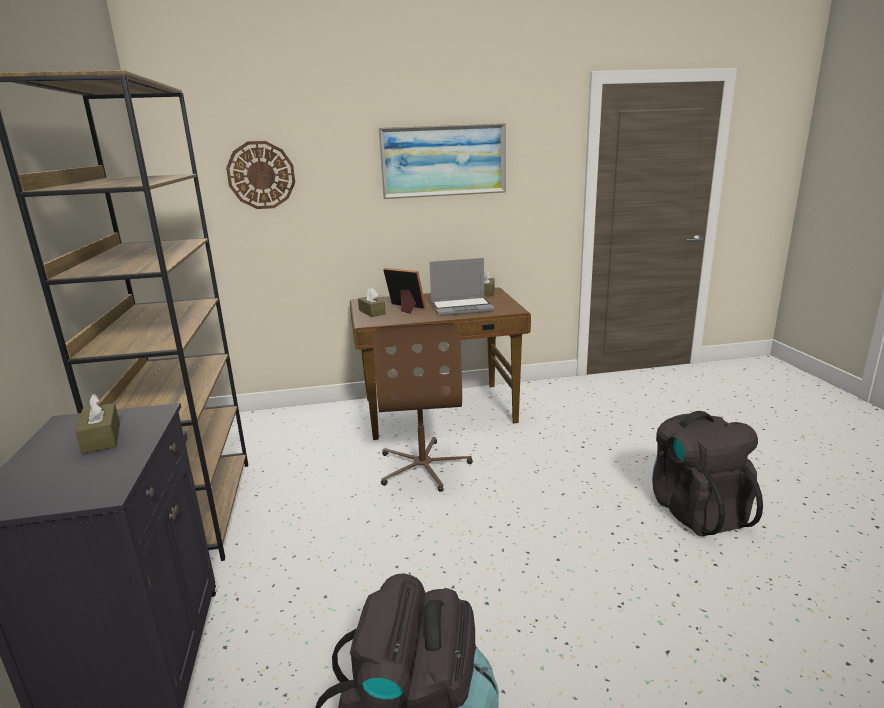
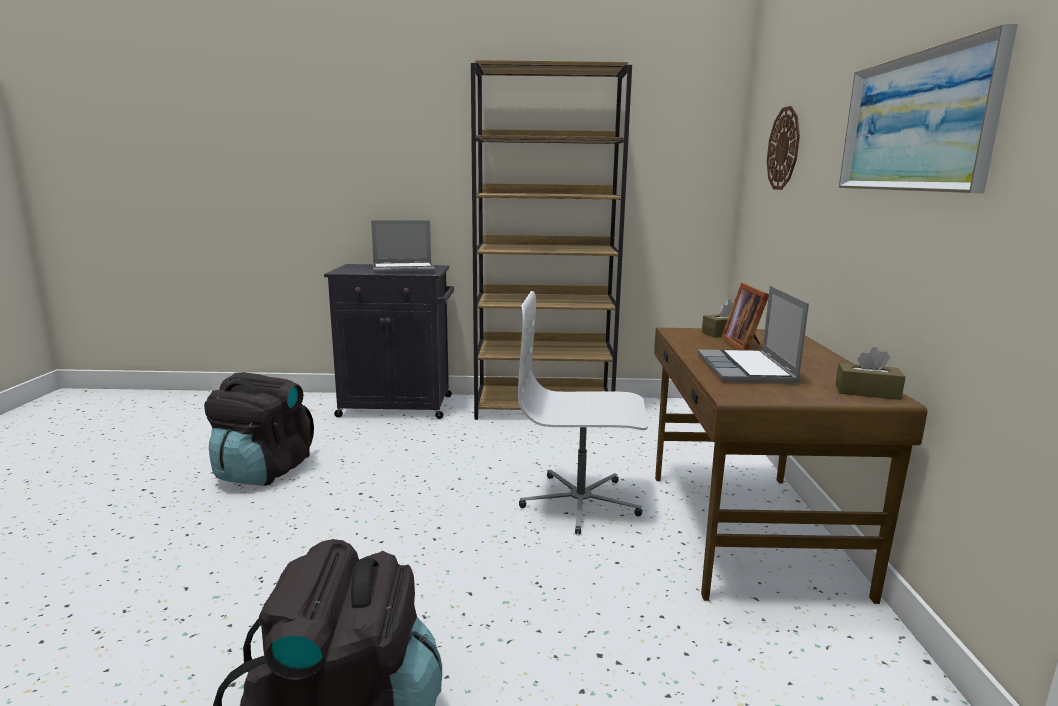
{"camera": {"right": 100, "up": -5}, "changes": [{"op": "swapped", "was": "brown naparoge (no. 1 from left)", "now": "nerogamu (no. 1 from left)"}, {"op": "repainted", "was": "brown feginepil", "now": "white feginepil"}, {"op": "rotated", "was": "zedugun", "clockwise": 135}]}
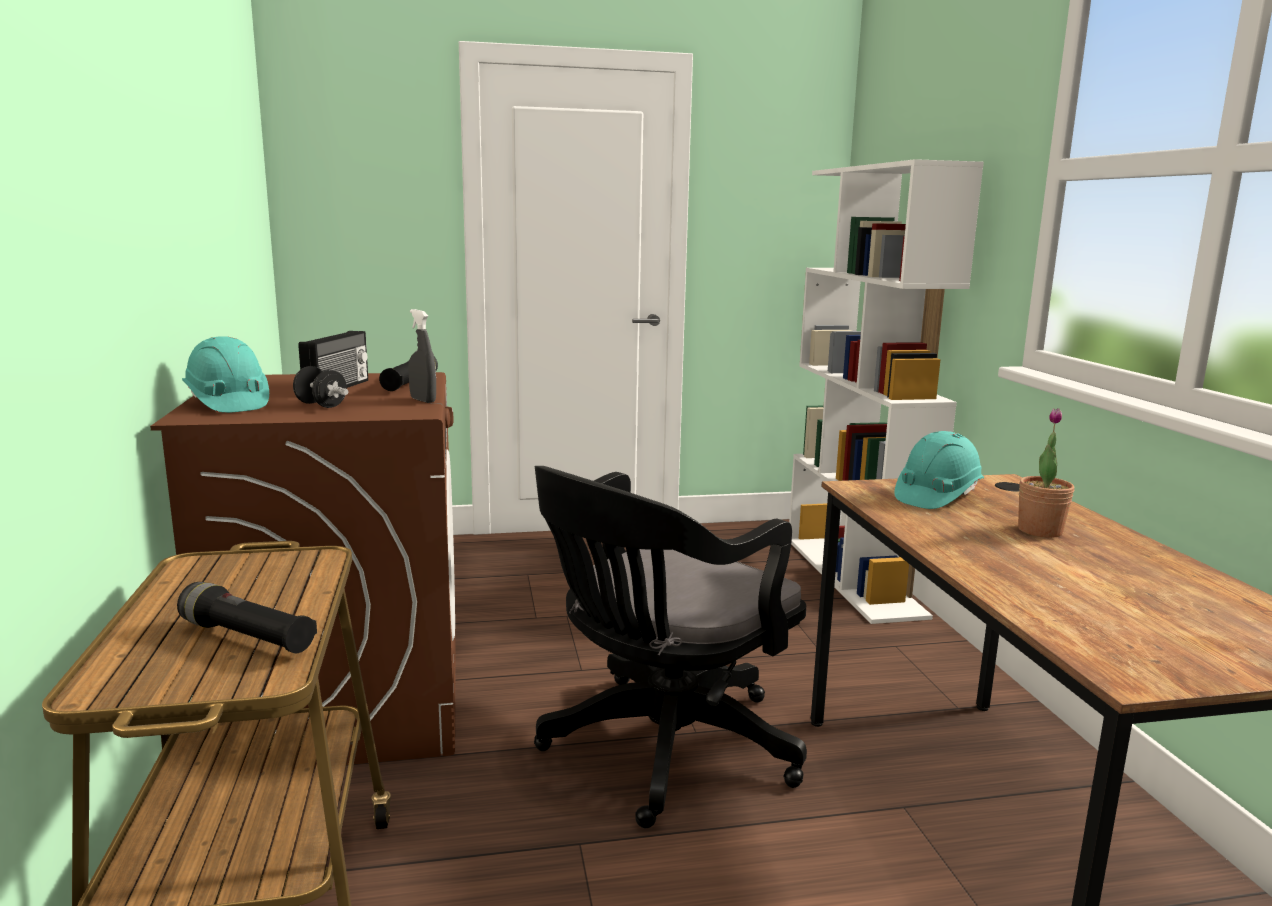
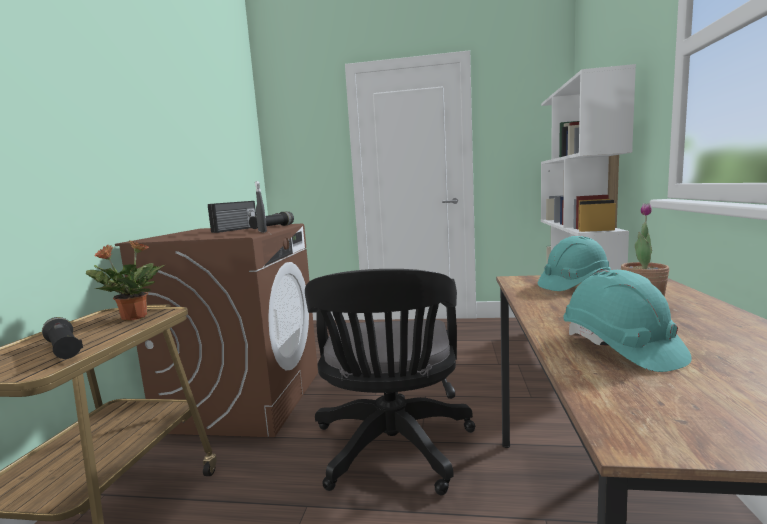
{"camera": {"right": 20, "up": -5}, "changes": [{"op": "shifted", "was": "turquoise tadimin (no. 1 from left in the first image)", "now": "turquoise tadimin (no. 2 from left)"}, {"op": "gone", "was": "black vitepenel"}, {"op": "rotated", "was": "black feginepil", "clockwise": -60}, {"op": "new", "now": "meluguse (no. 1 from left)"}]}
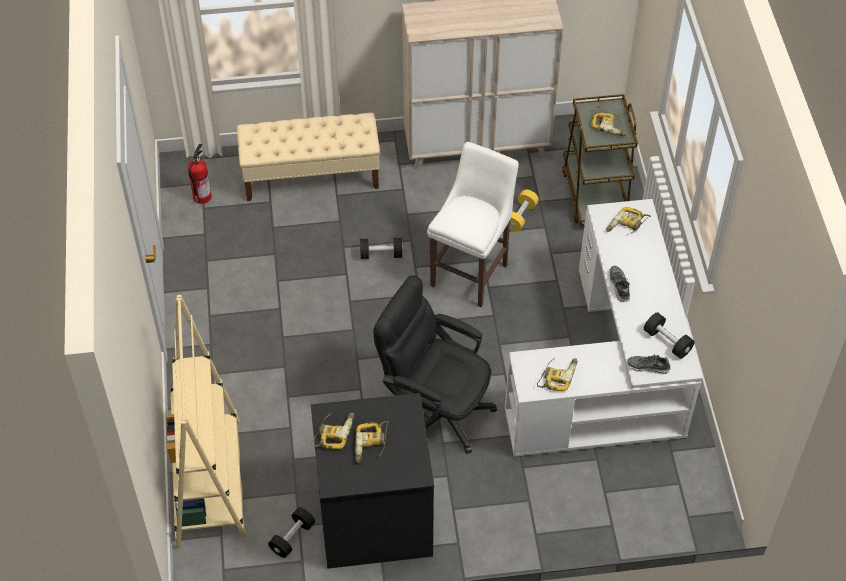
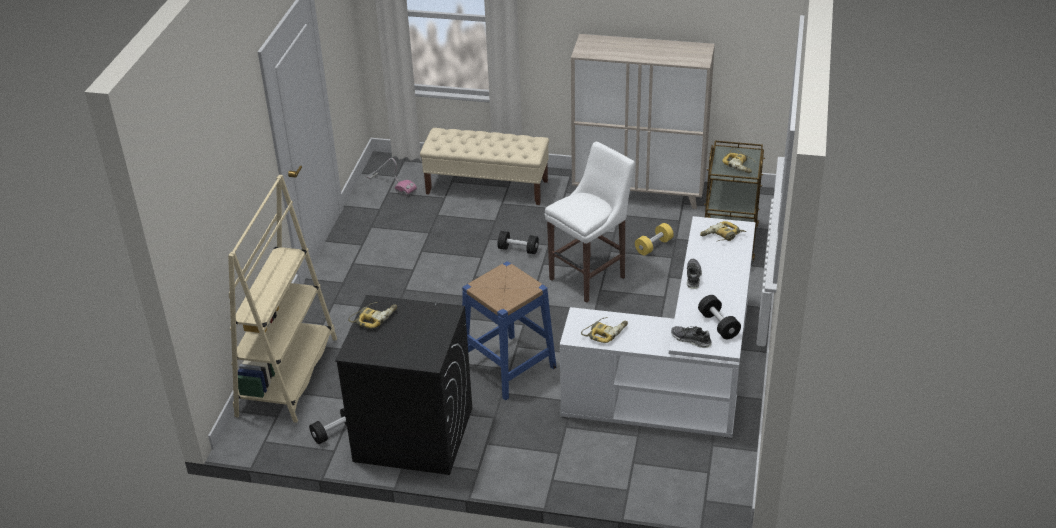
{"camera": {"right": 20, "up": -15}, "changes": [{"op": "swapped", "was": "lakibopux", "now": "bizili"}, {"op": "gone", "was": "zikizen (no. 2 from left)"}, {"op": "swapped", "was": "black feginepil", "now": "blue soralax"}]}
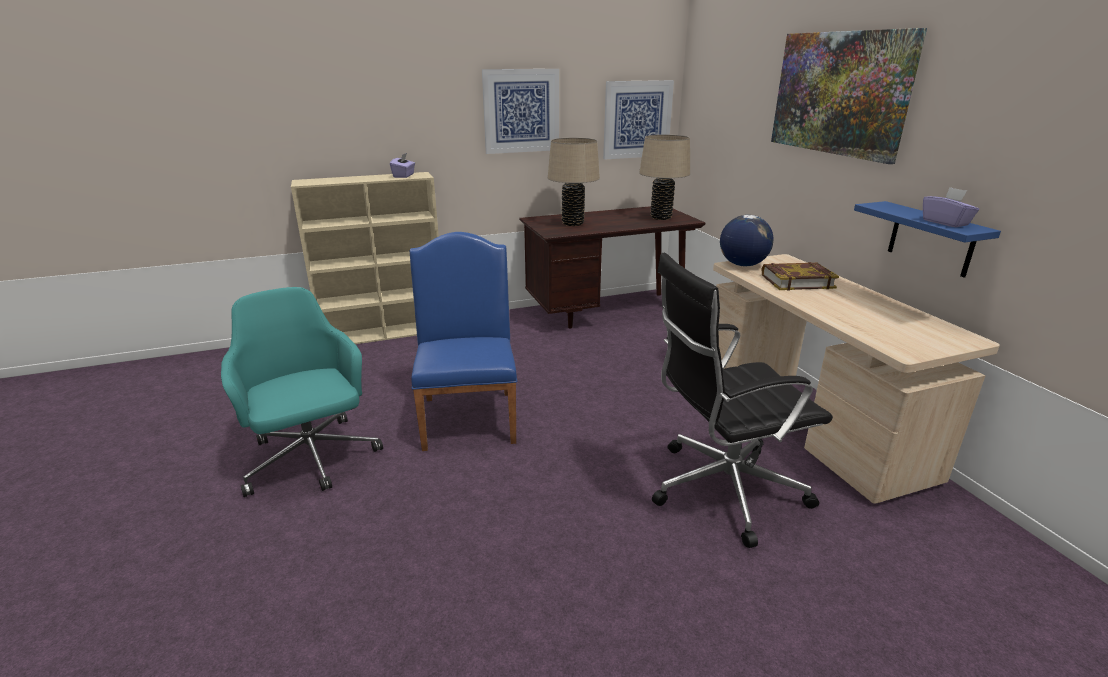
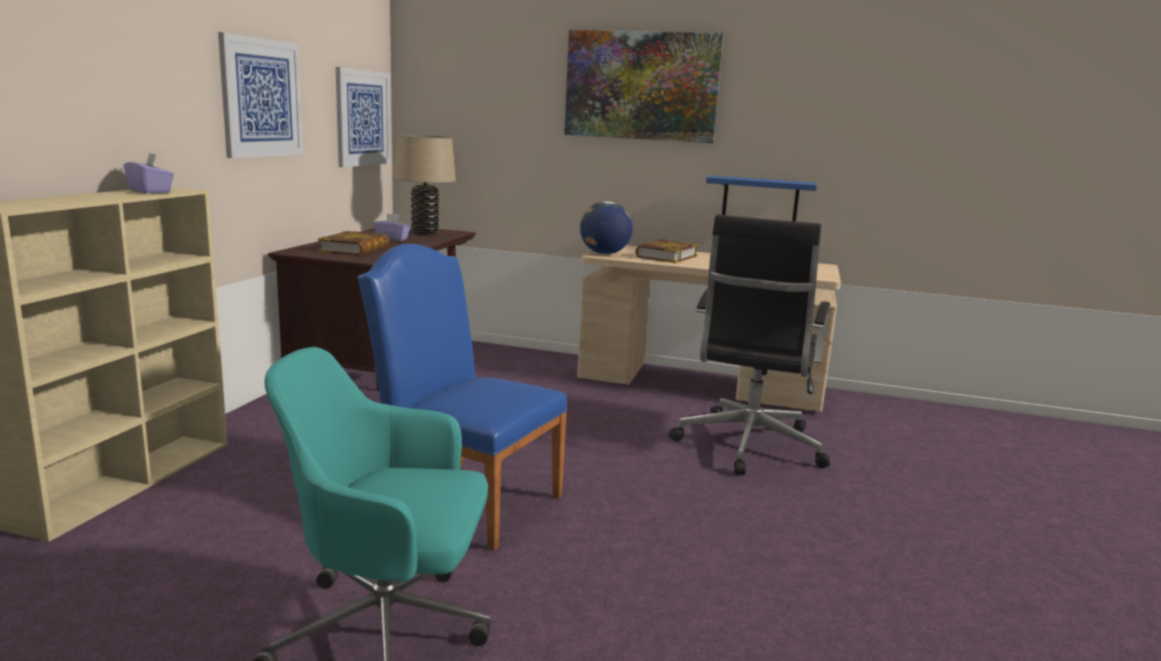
{"camera": {"right": -55, "up": -10}, "changes": [{"op": "swapped", "was": "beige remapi (no. 1 from left)", "now": "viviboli (no. 1 from left)"}, {"op": "shifted", "was": "purple naparoge (no. 2 from left)"}]}
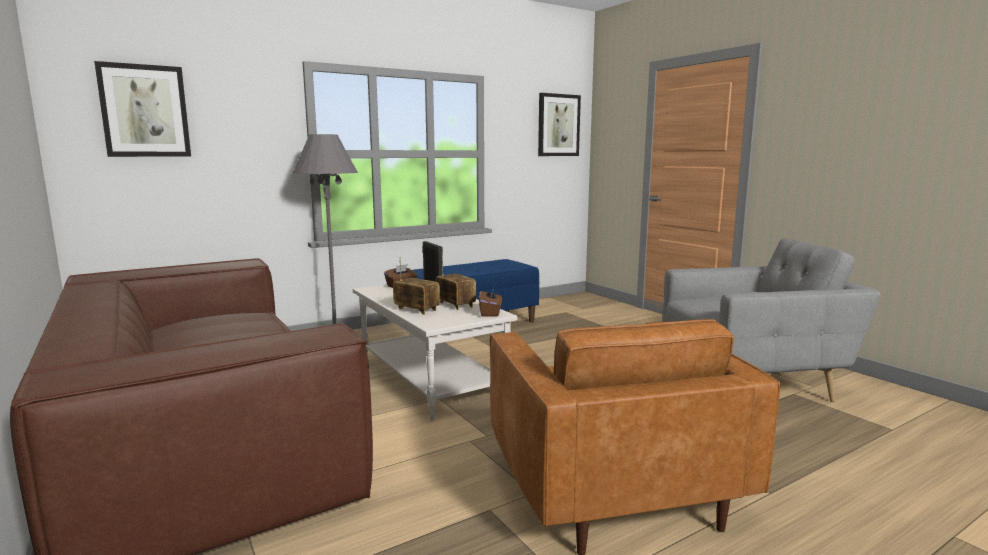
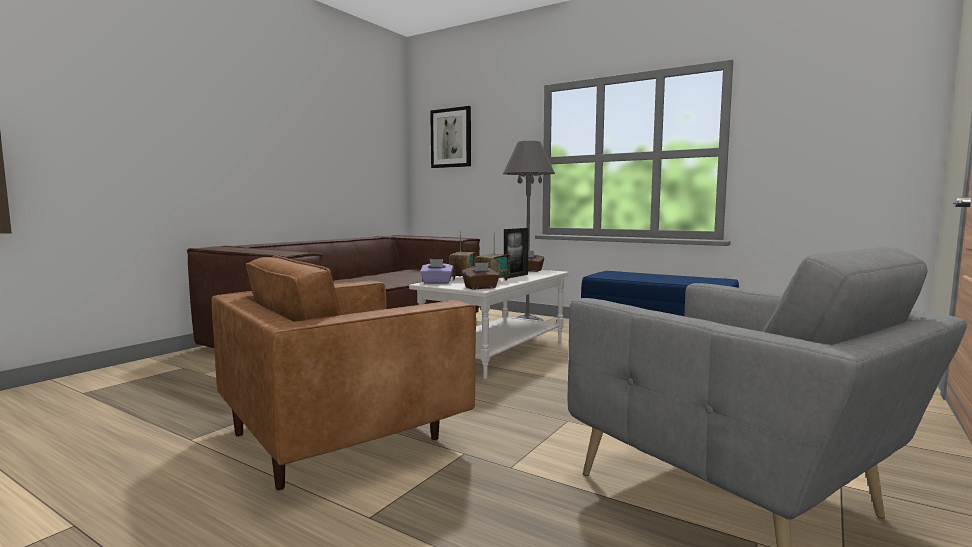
{"camera": {"right": 65, "up": -5}, "changes": [{"op": "gone", "was": "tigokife (no. 2 from left)"}, {"op": "new", "now": "purple naparoge"}]}
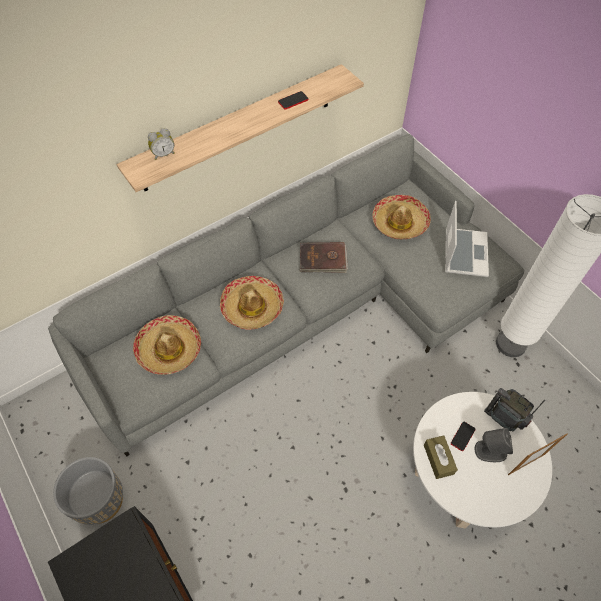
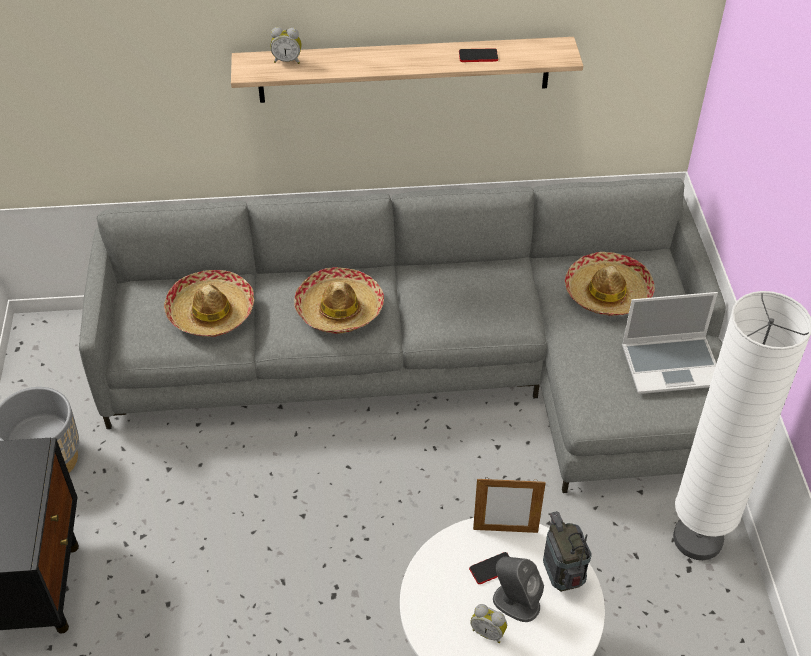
{"camera": {"right": 30, "up": -10}, "changes": [{"op": "gone", "was": "brown viviboli"}, {"op": "gone", "was": "brown naparoge"}, {"op": "rotated", "was": "nerogamu", "clockwise": 45}, {"op": "shifted", "was": "zedugun"}, {"op": "new", "now": "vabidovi (no. 2 from left)"}]}
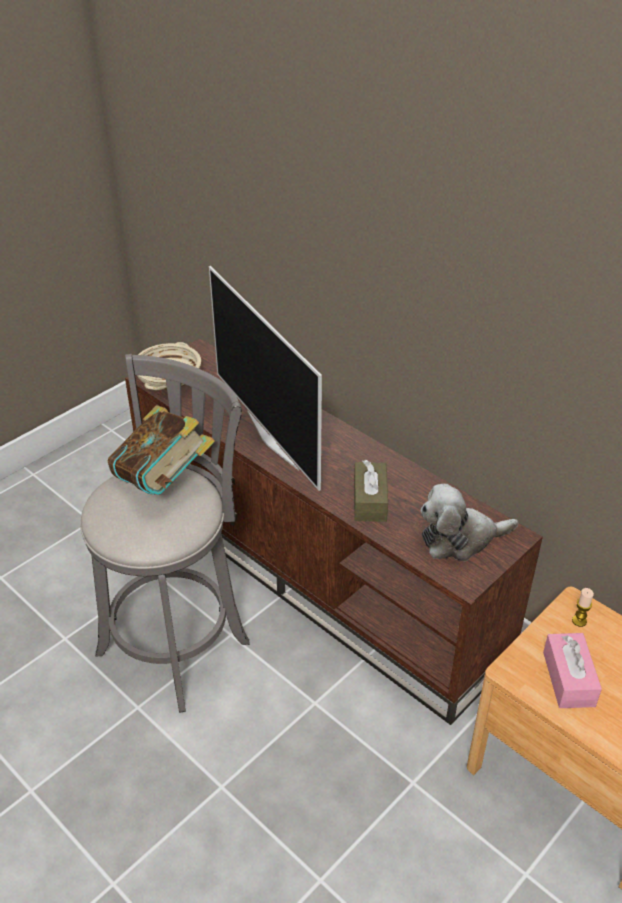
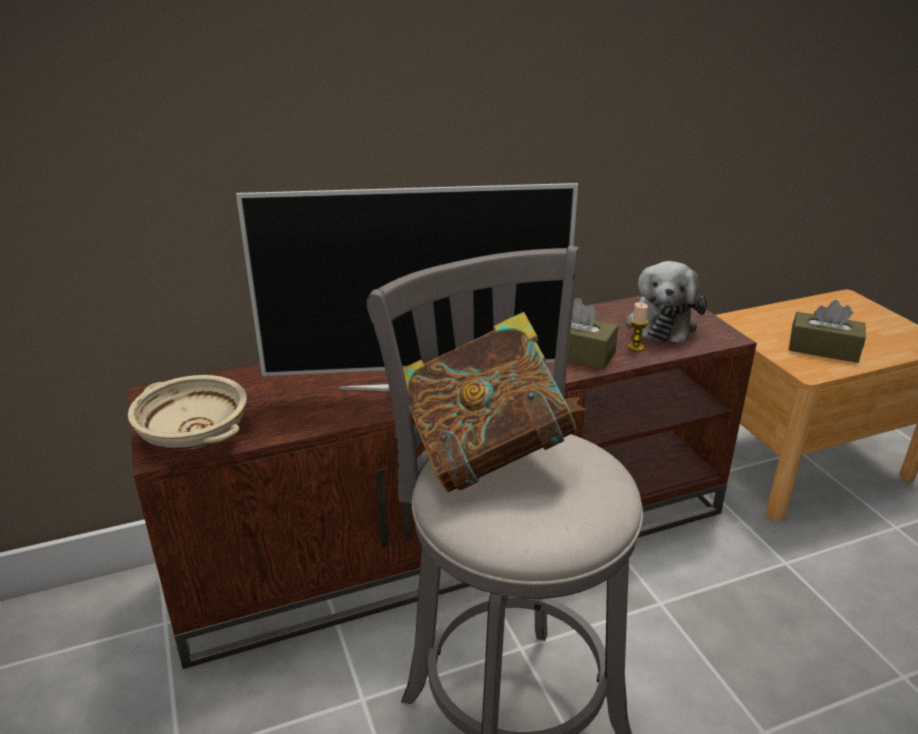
{"camera": {"right": -65, "up": -10}, "changes": [{"op": "repainted", "was": "pink naparoge", "now": "brown naparoge (no. 2 from left)"}, {"op": "shifted", "was": "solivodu"}]}
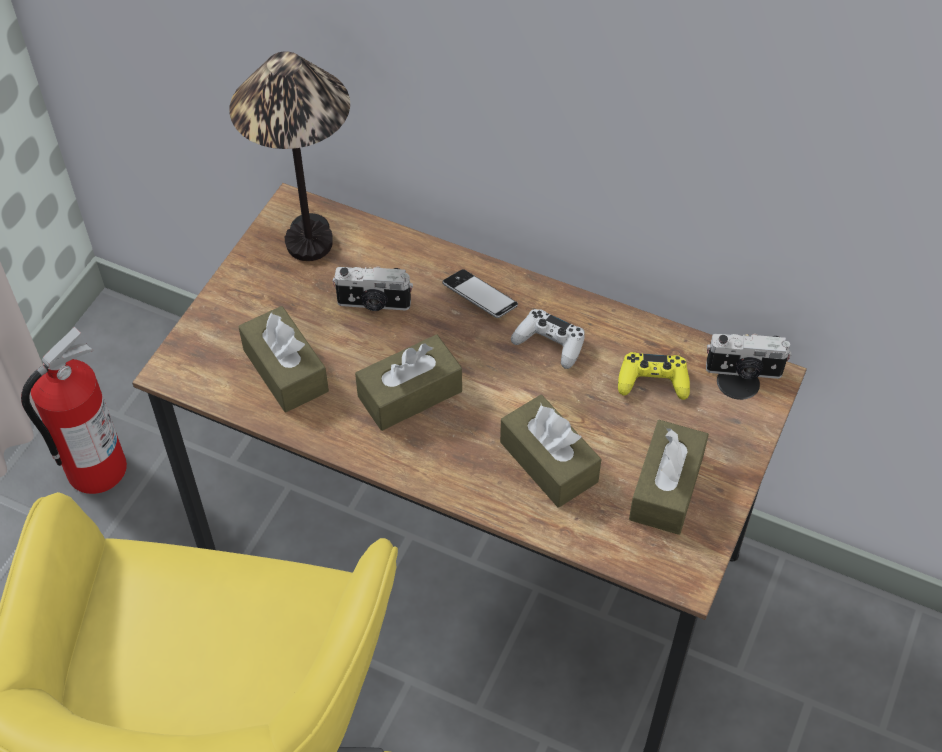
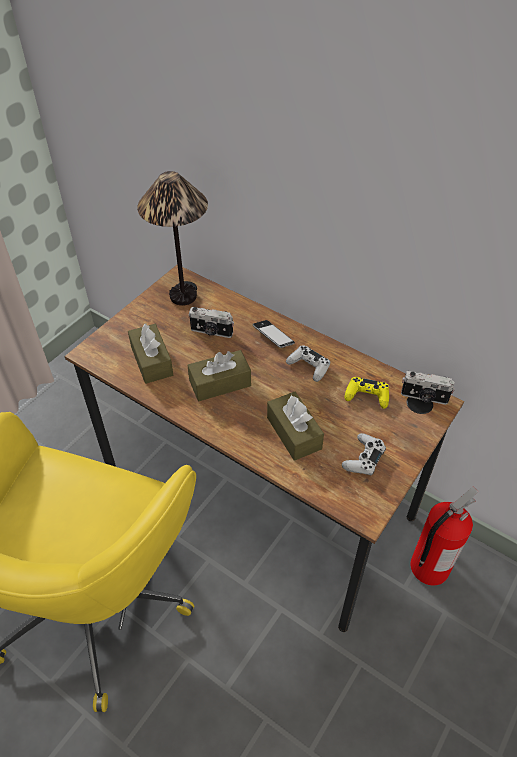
{"camera": {"right": 10, "up": -5}, "changes": [{"op": "shifted", "was": "lakibopux"}, {"op": "swapped", "was": "brown naparoge (no. 4 from left)", "now": "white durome (no. 2 from left)"}]}
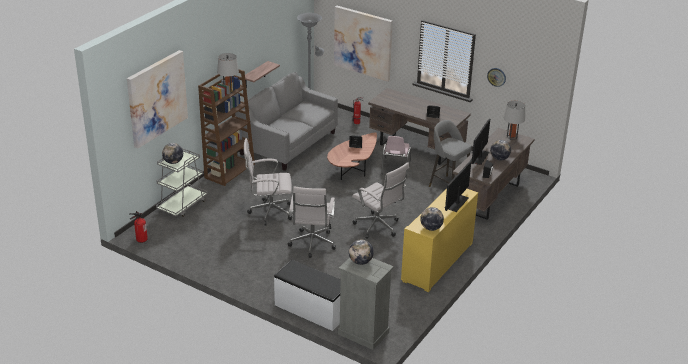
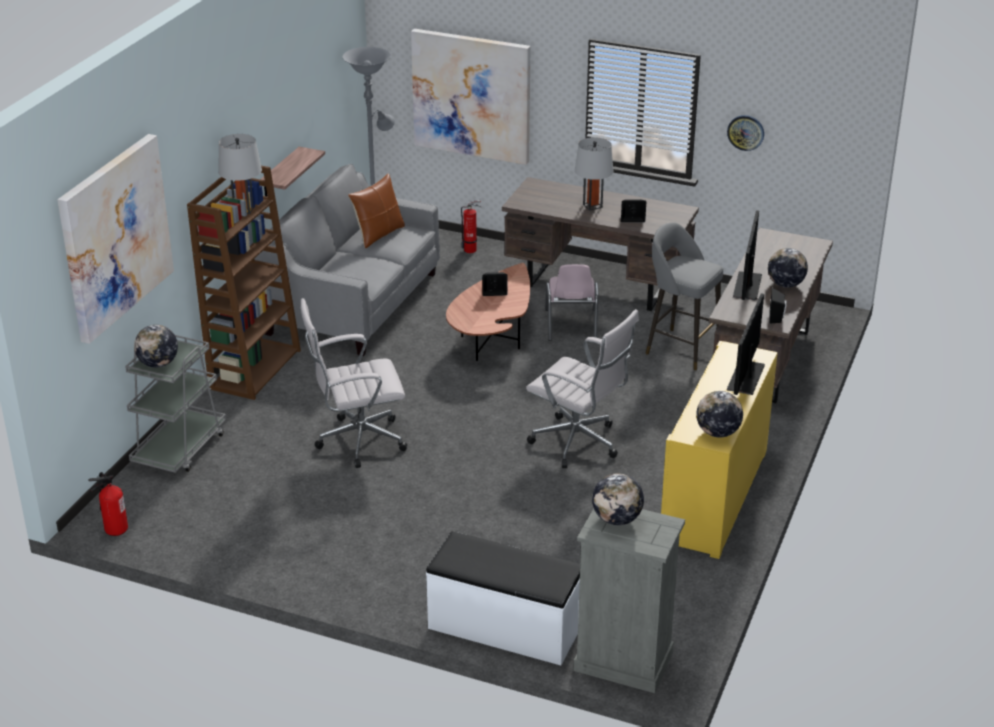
{"camera": {"right": -10, "up": 0}, "changes": [{"op": "gone", "was": "white feginepil (no. 2 from left)"}, {"op": "shifted", "was": "grey remapi (no. 2 from left)"}, {"op": "new", "now": "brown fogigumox"}]}
